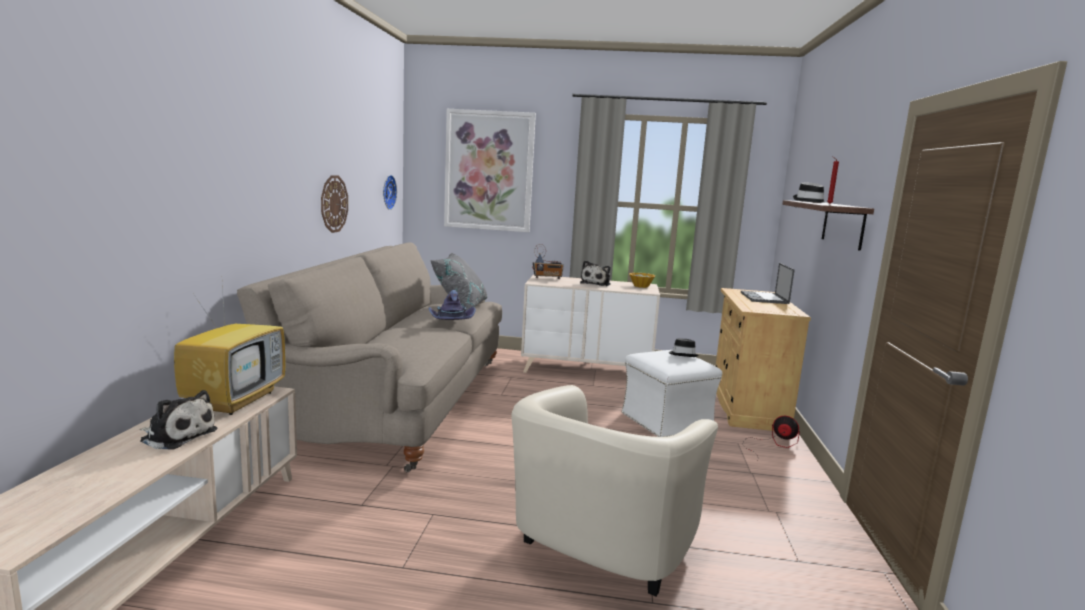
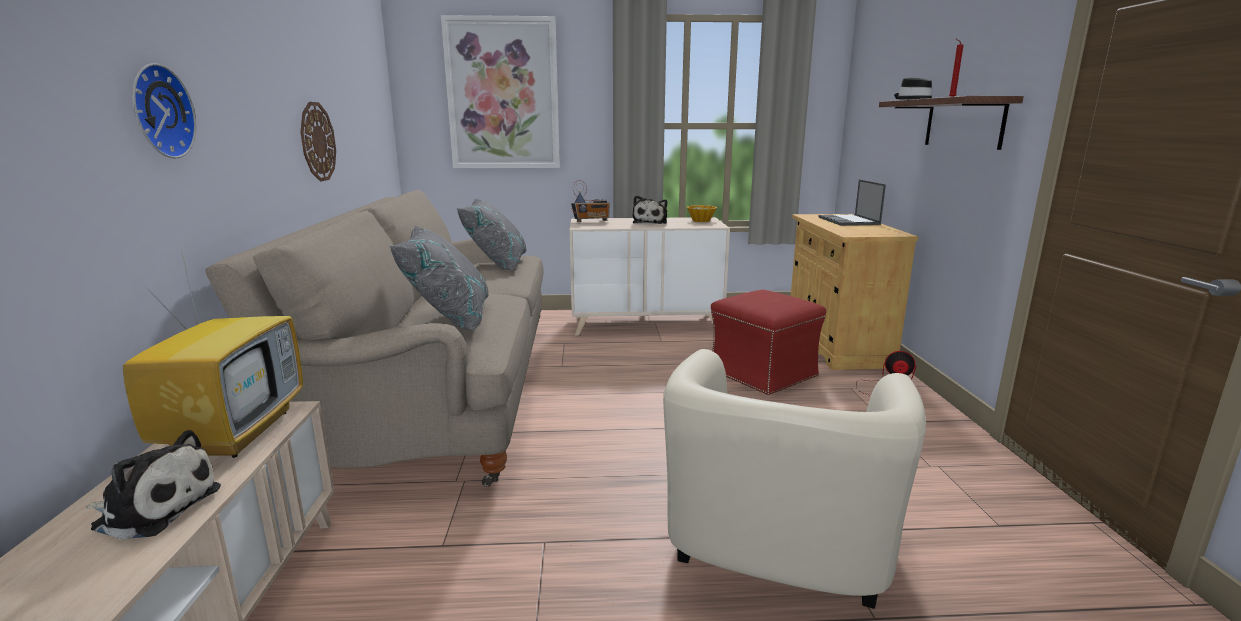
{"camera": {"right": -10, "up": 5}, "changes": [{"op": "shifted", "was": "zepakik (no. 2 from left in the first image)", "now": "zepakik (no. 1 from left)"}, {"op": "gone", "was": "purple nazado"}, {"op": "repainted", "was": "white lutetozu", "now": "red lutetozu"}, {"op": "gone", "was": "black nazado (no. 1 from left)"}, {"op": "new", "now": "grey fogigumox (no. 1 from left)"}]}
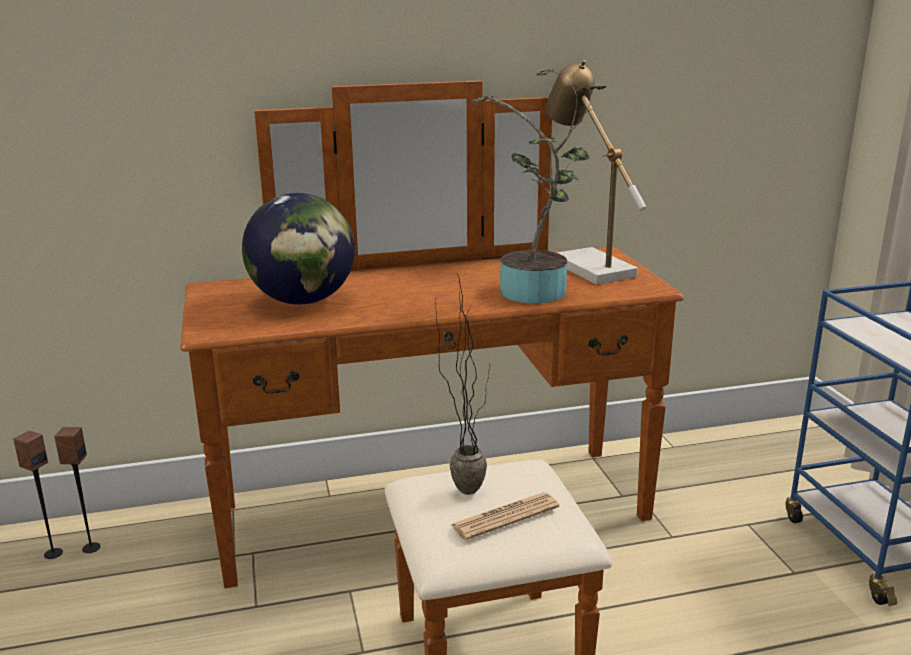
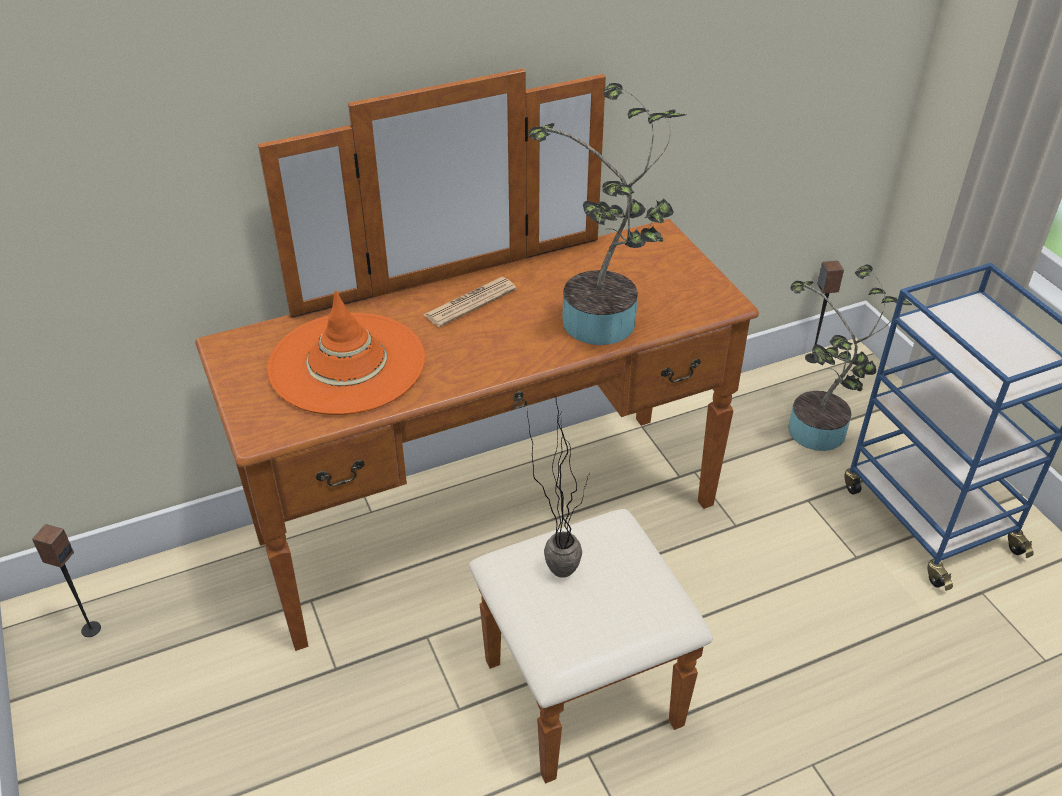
{"camera": {"right": -10, "up": 20}, "changes": [{"op": "shifted", "was": "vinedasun (no. 2 from left)"}, {"op": "swapped", "was": "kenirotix", "now": "orange nazado"}, {"op": "shifted", "was": "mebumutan"}, {"op": "gone", "was": "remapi"}, {"op": "new", "now": "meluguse (no. 3 from left)"}]}
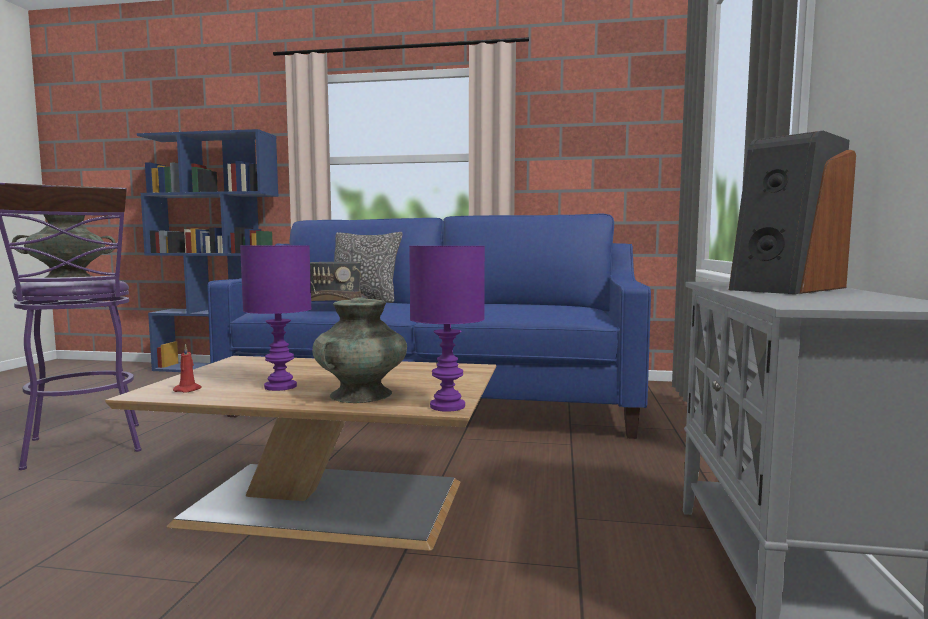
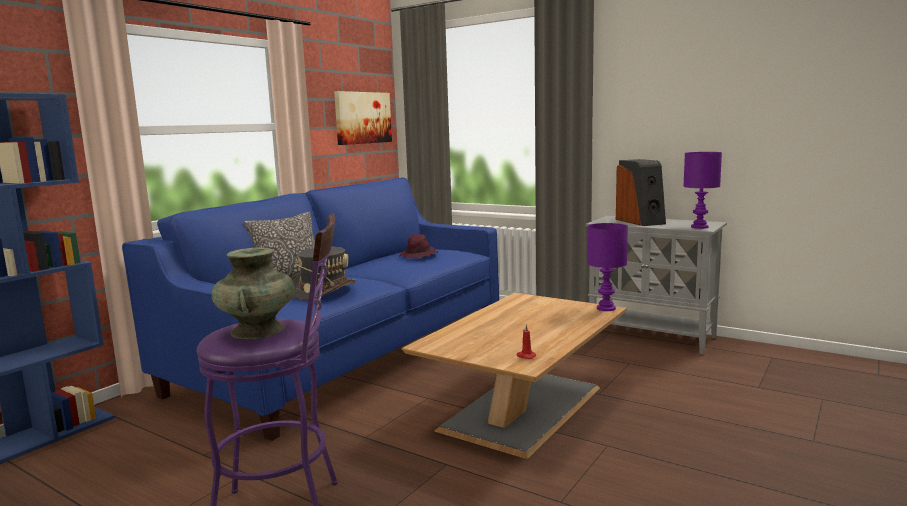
{"camera": {"right": -65, "up": 5}, "changes": [{"op": "shifted", "was": "purple remapi (no. 1 from left in the first image)", "now": "purple remapi (no. 2 from left)"}, {"op": "gone", "was": "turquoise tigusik (no. 2 from left)"}, {"op": "new", "now": "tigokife"}, {"op": "new", "now": "purple nazado"}]}
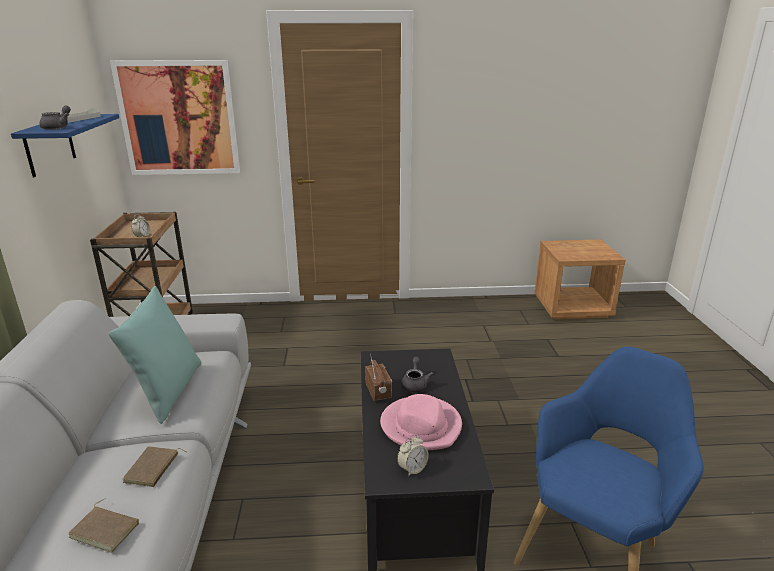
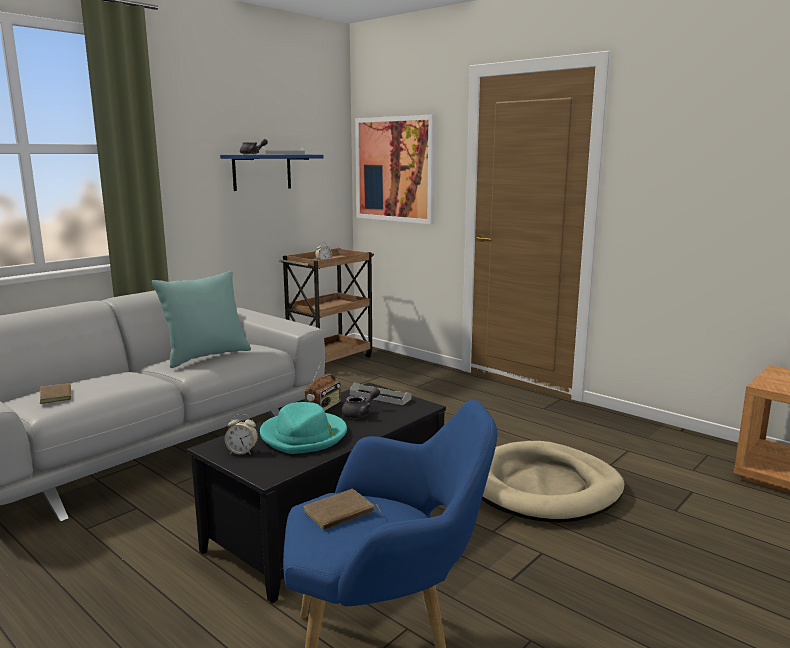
{"camera": {"right": 45, "up": -10}, "changes": [{"op": "shifted", "was": "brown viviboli (no. 2 from left)"}, {"op": "repainted", "was": "pink nazado", "now": "turquoise nazado"}, {"op": "new", "now": "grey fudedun (no. 2 from left)"}, {"op": "new", "now": "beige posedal"}]}
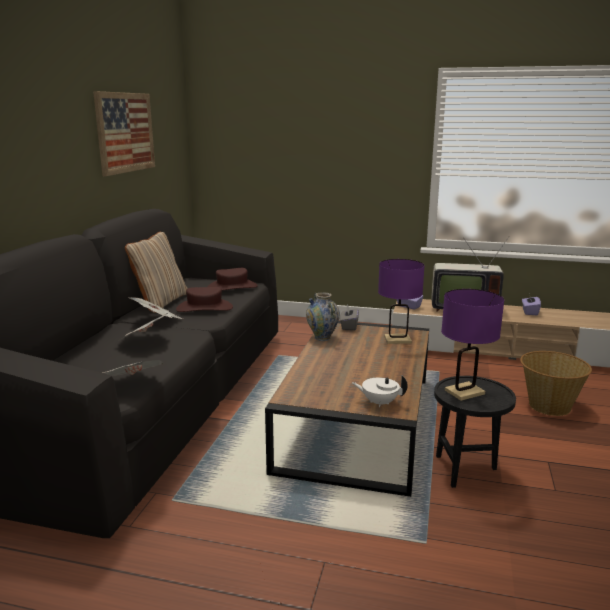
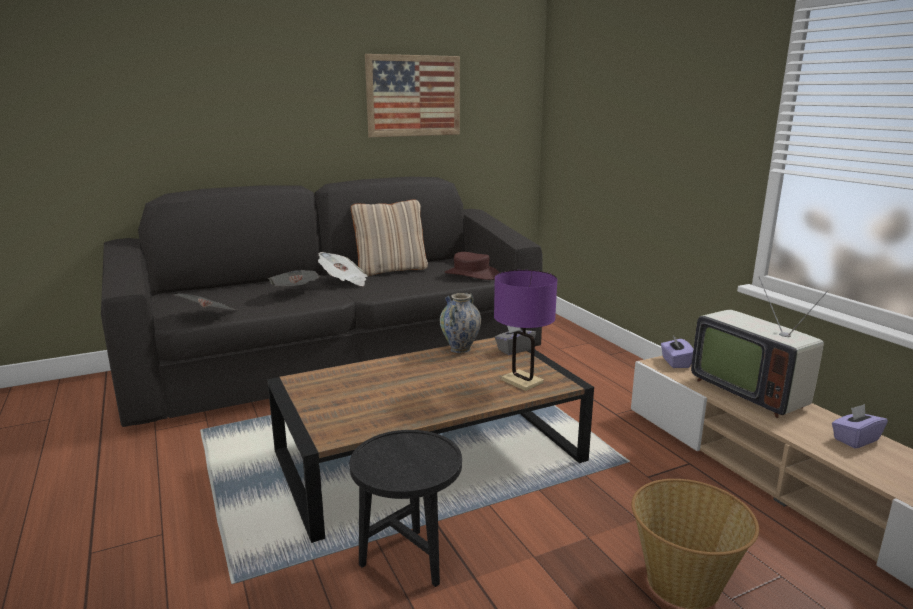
{"camera": {"right": 50, "up": 0}, "changes": [{"op": "gone", "was": "brown nazado (no. 1 from left)"}, {"op": "gone", "was": "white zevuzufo"}, {"op": "gone", "was": "purple remapi (no. 2 from left)"}]}
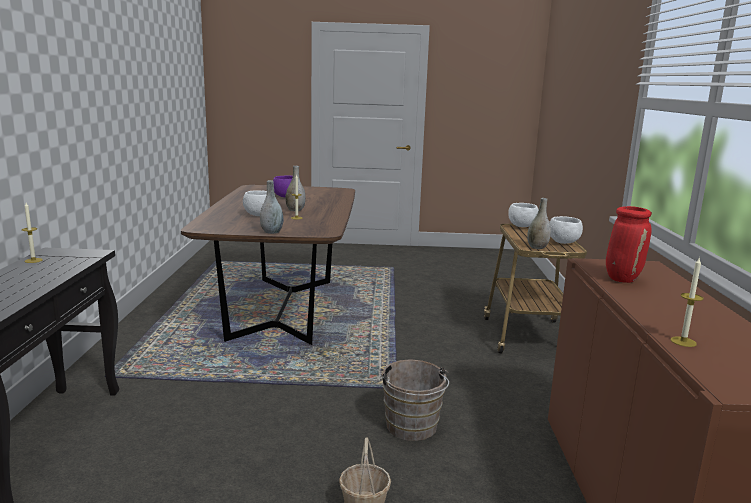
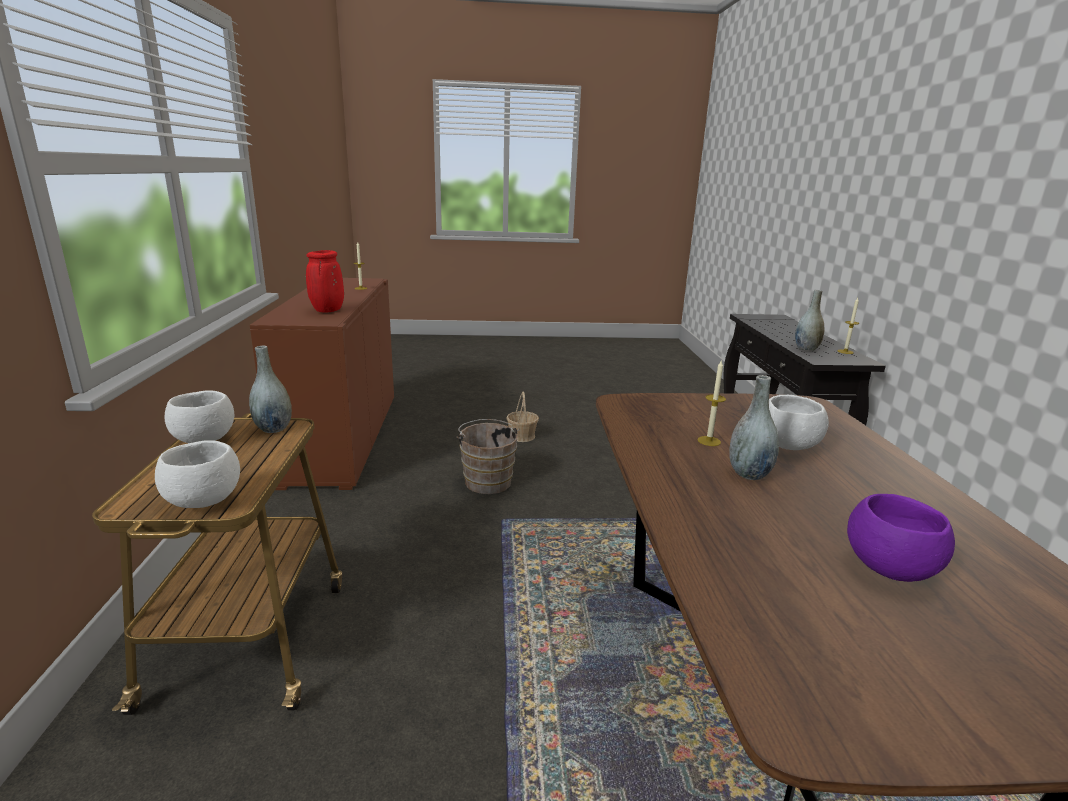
{"camera": {"right": 175, "up": 5}, "changes": [{"op": "shifted", "was": "grey tigusik (no. 1 from left in the first image)", "now": "grey tigusik (no. 3 from left)"}]}
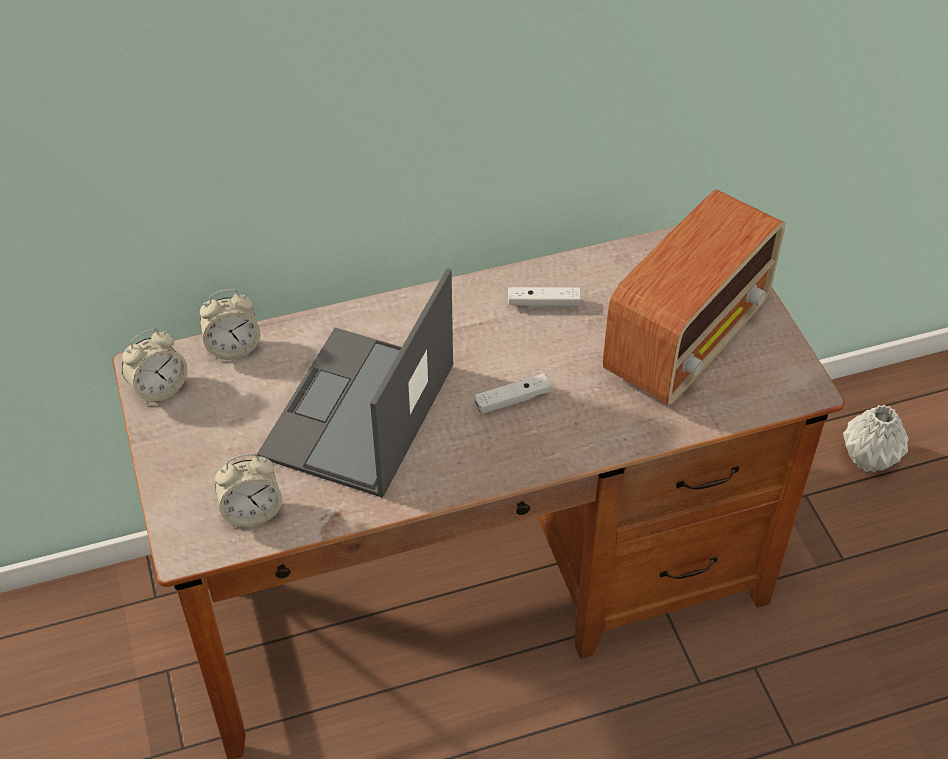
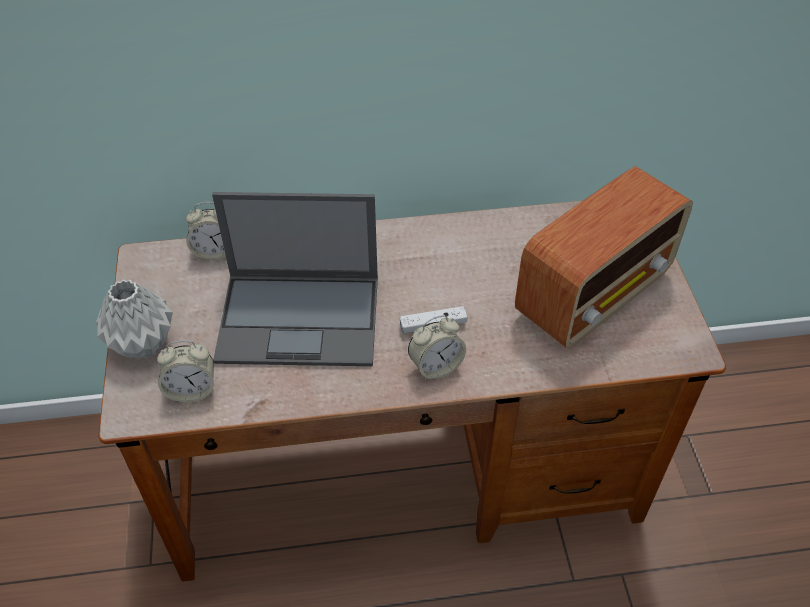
{"camera": {"right": 10, "up": 0}, "changes": [{"op": "shifted", "was": "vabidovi (no. 1 from left in the first image)", "now": "vabidovi (no. 3 from left)"}, {"op": "rotated", "was": "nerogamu", "clockwise": -120}, {"op": "gone", "was": "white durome (no. 2 from left)"}, {"op": "shifted", "was": "grey tigusik"}]}
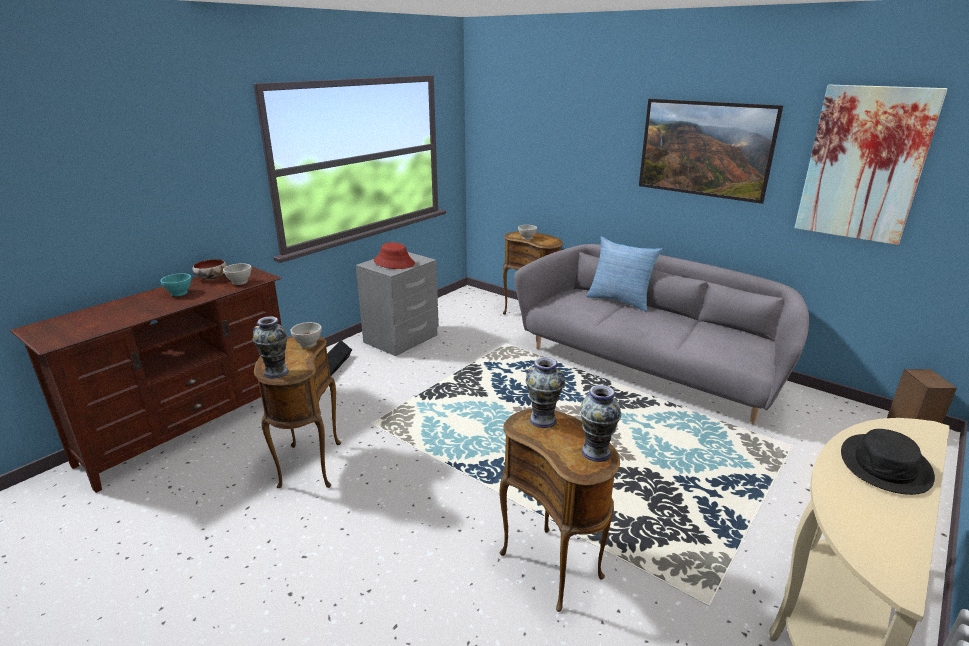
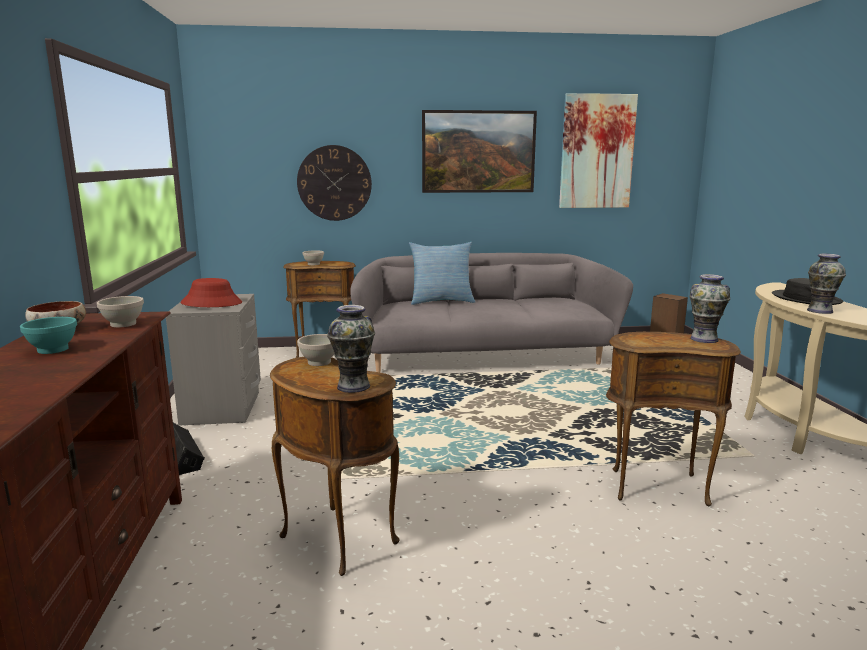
{"camera": {"right": -45, "up": -10}, "changes": [{"op": "shifted", "was": "tigusik (no. 2 from left in the first image)", "now": "tigusik (no. 3 from left)"}, {"op": "new", "now": "zepakik"}]}
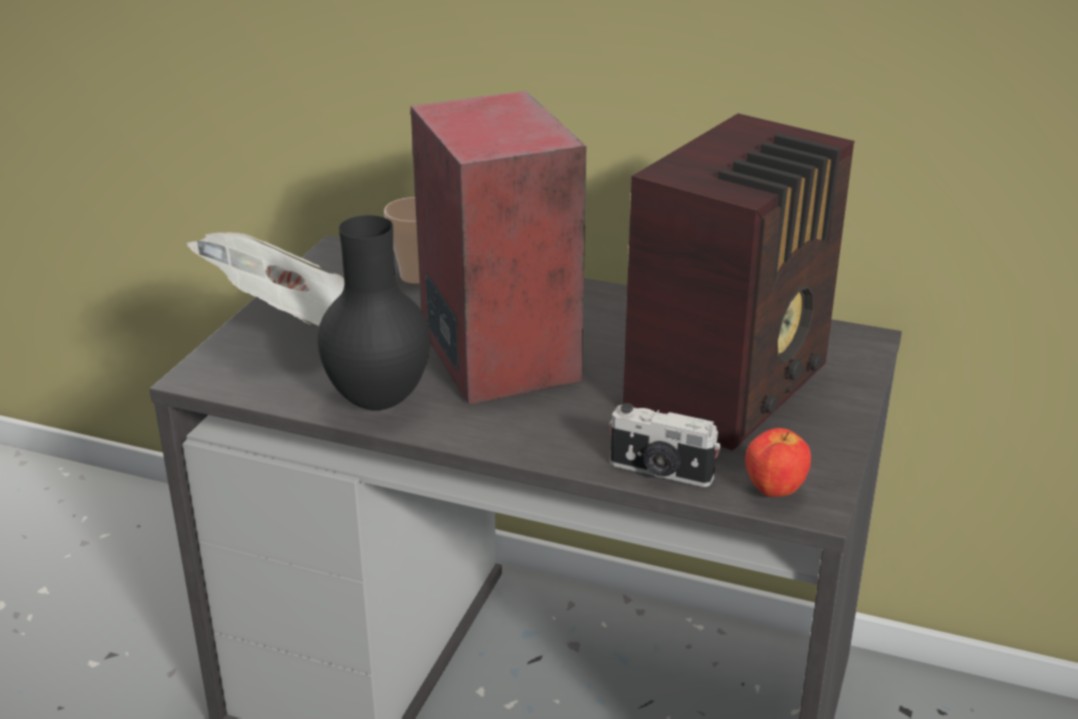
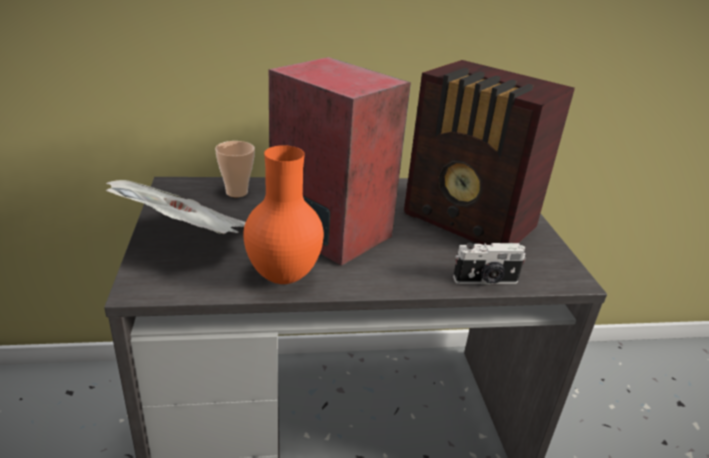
{"camera": {"right": -30, "up": 0}, "changes": [{"op": "repainted", "was": "black tigusik", "now": "orange tigusik"}, {"op": "rotated", "was": "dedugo", "clockwise": 120}, {"op": "gone", "was": "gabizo"}]}
